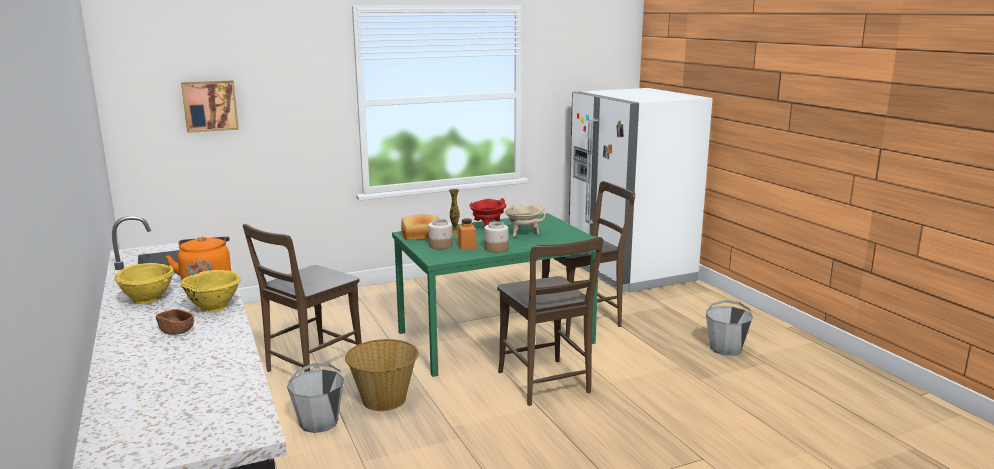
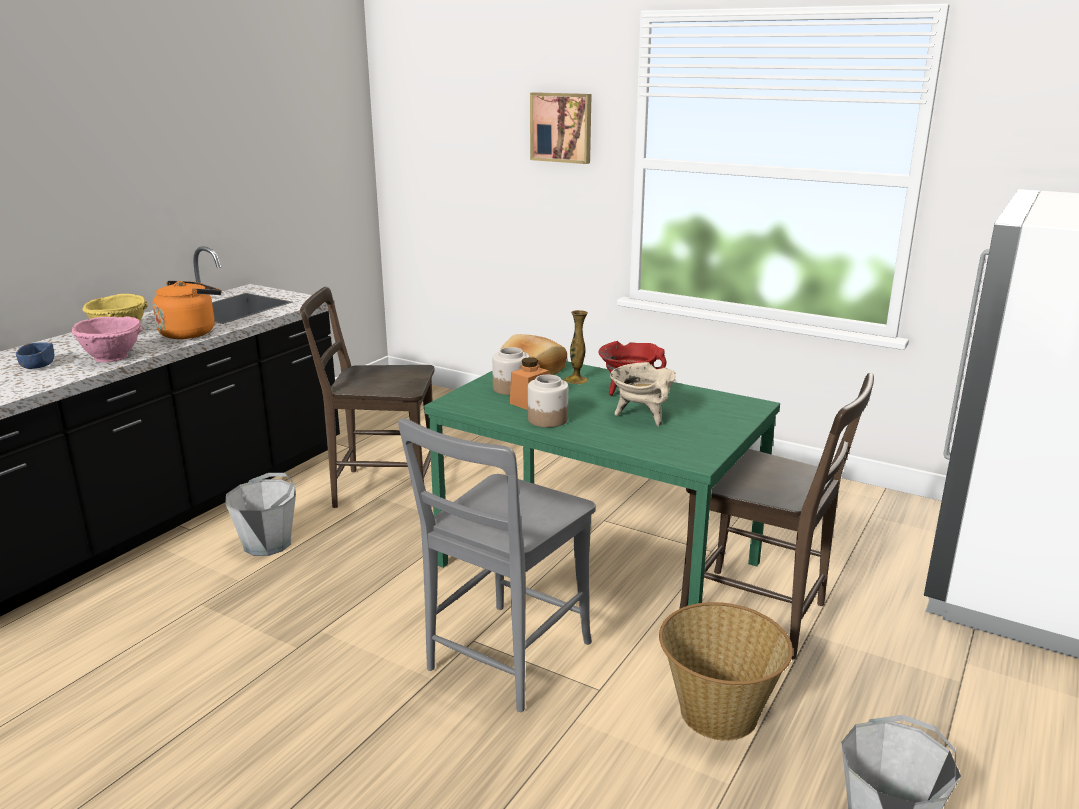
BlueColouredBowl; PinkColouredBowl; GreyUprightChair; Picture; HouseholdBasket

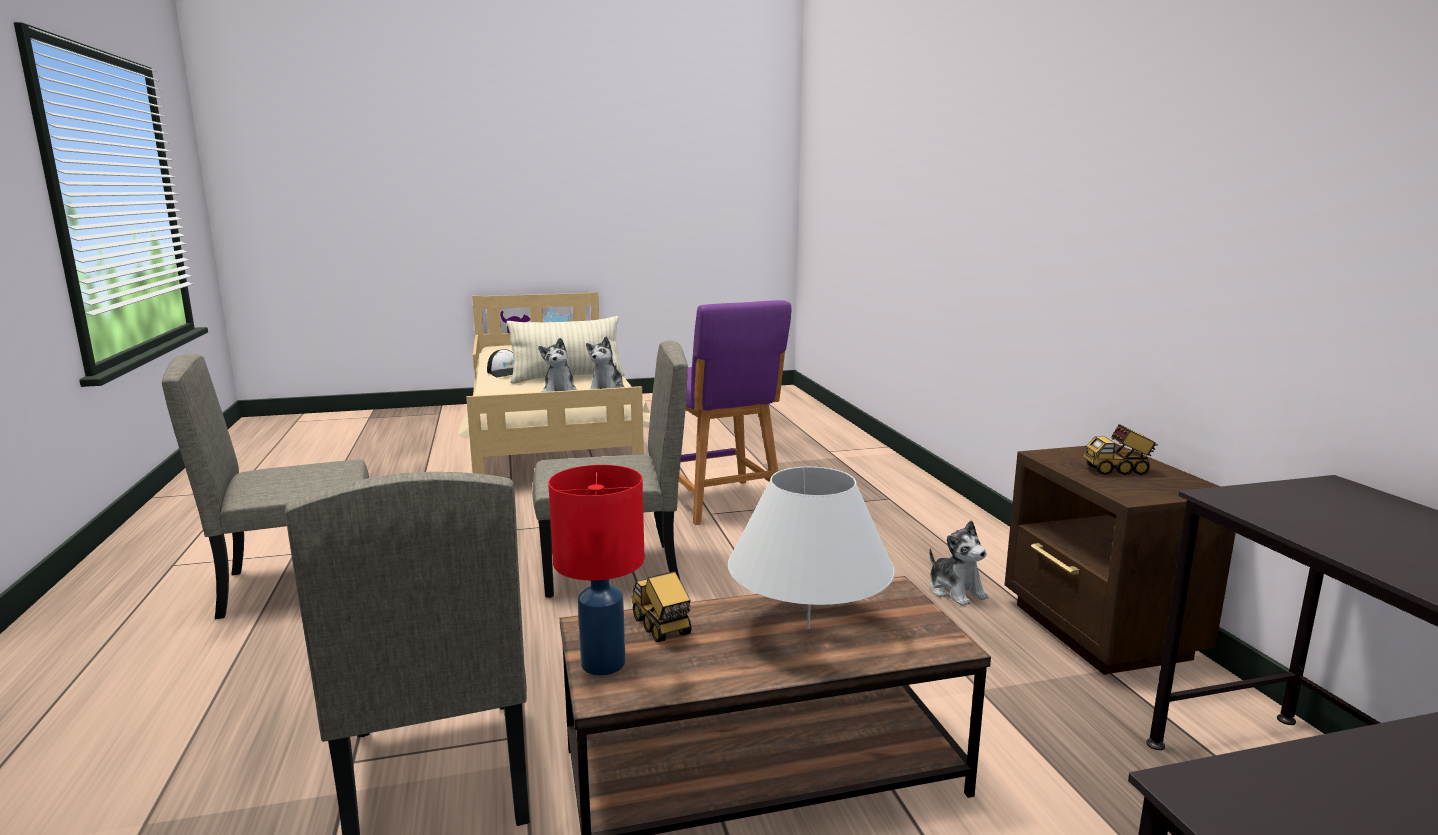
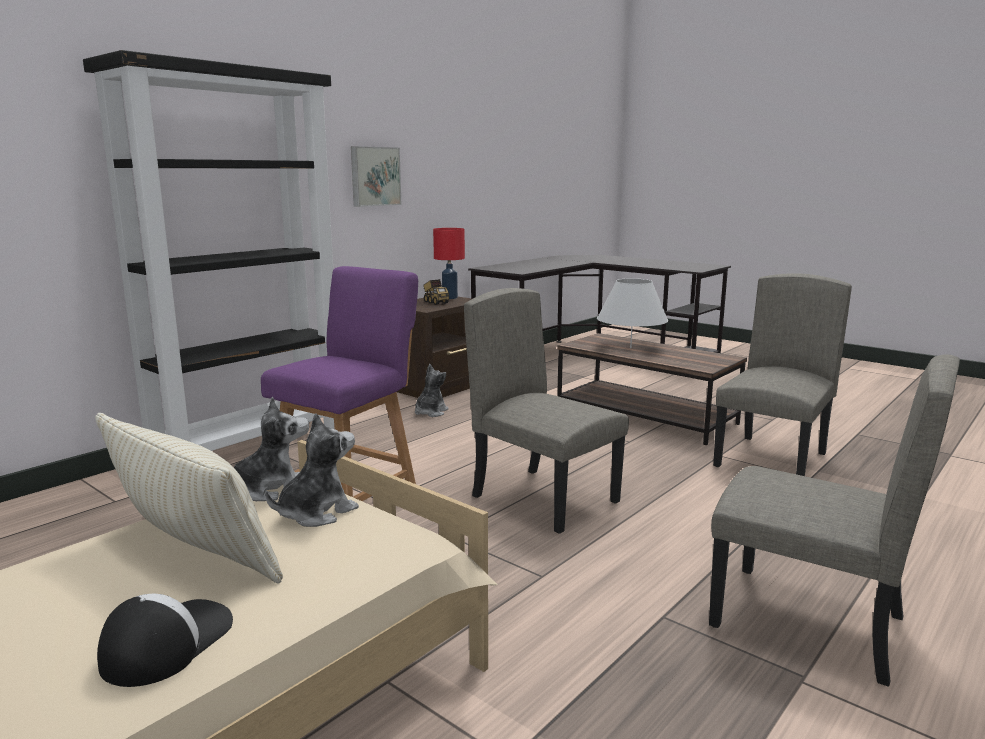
BlackColouredBookcase; Picture; ReddishTableLamp; ModelTruck (no. 1 from left in the first image)

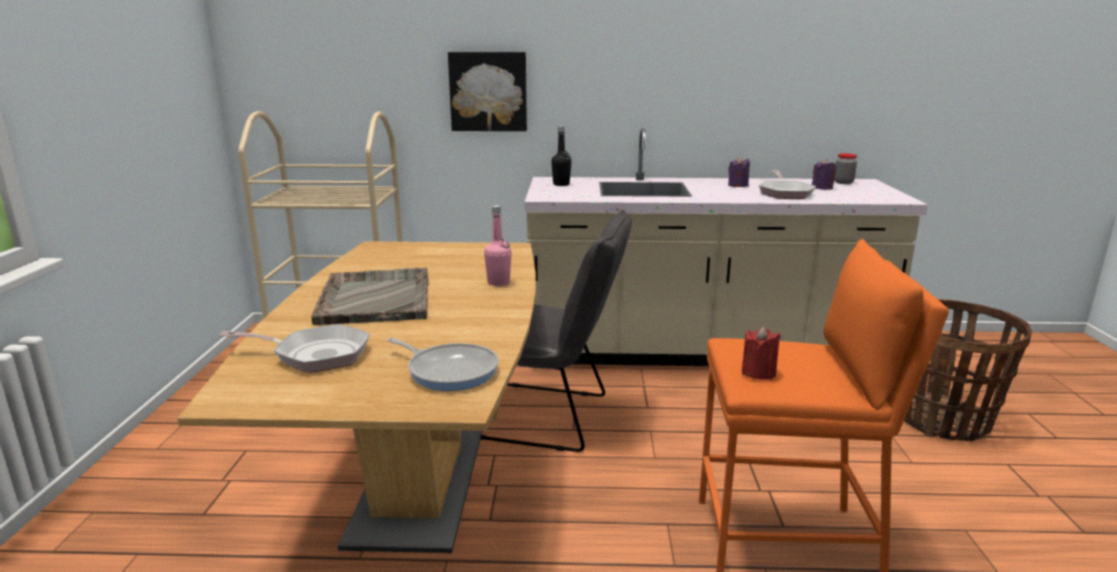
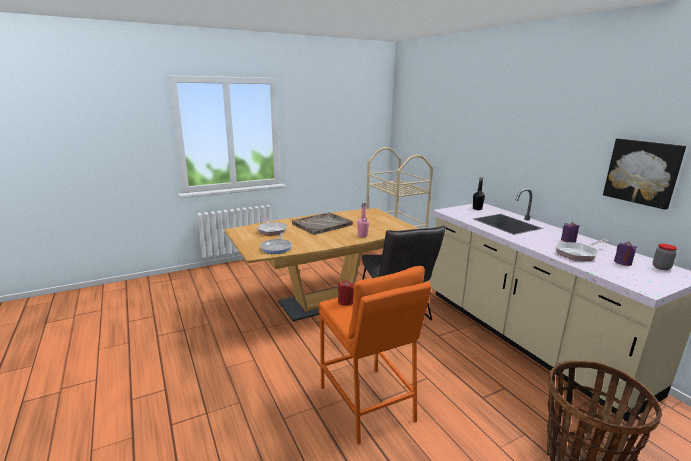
Picture

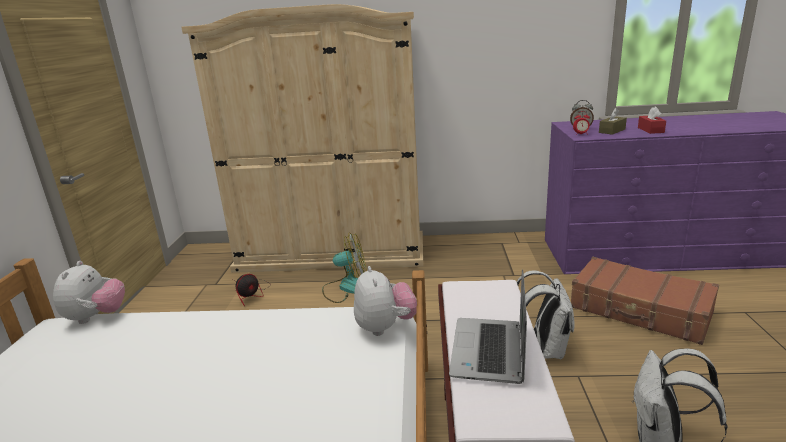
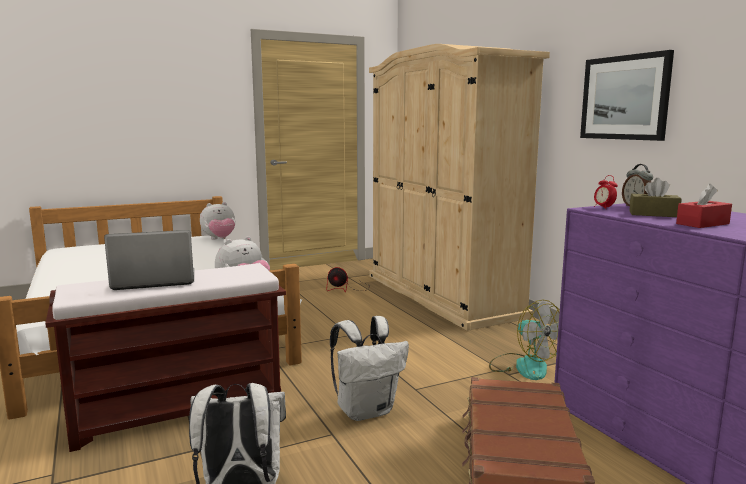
Fan (no. 2 from left); Picture

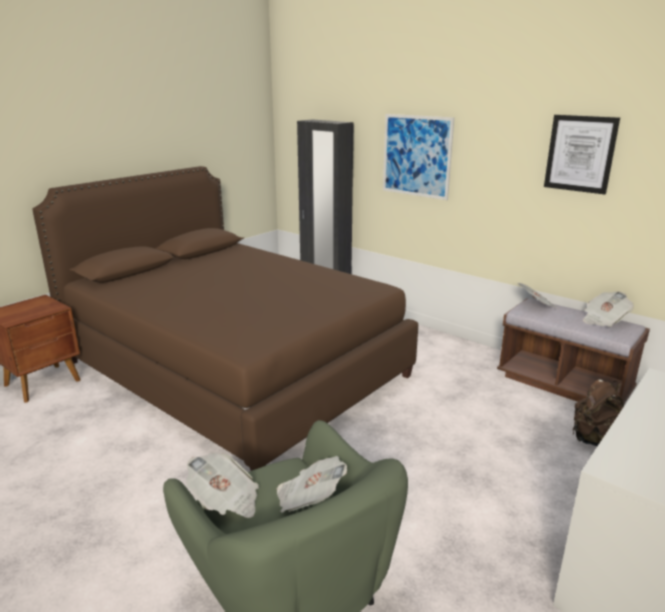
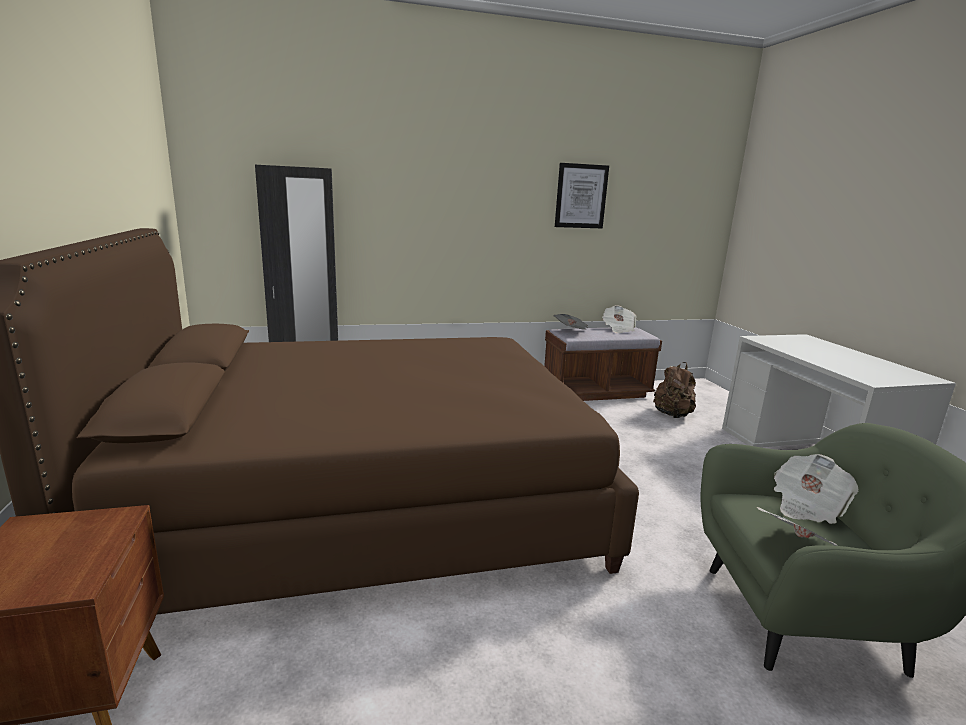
Picture (no. 1 from left in the first image)

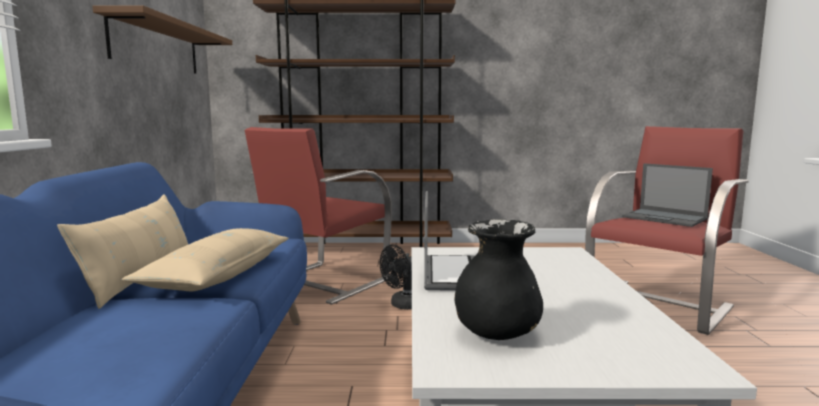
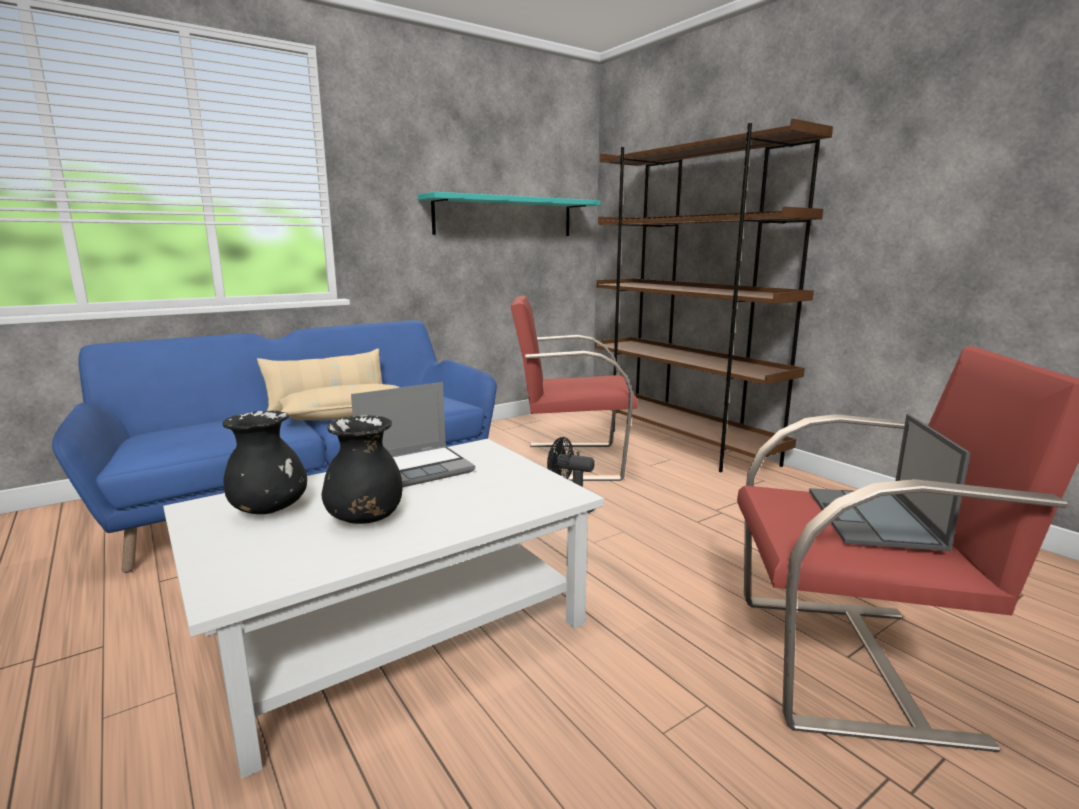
BlackColouredFlowerVase (no. 2 from left); TurquoiseColouredWallShelf

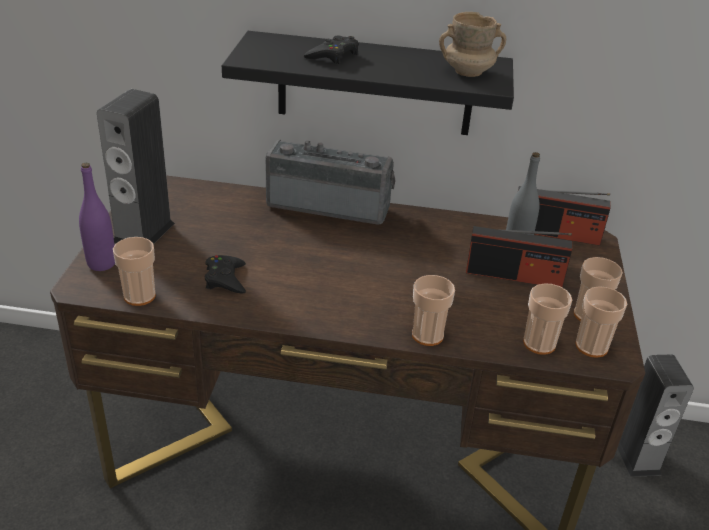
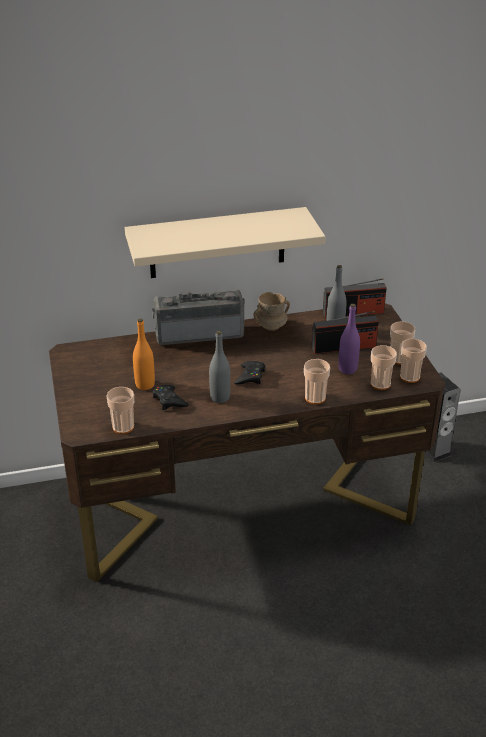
BeigeColouredWallShelf; OrangeyBeverageBottle; GreyBeverageBottle (no. 1 from left); BlackColouredJoypad (no. 2 from left); BeigeColouredMug; PurpleColouredBeverageBottle; Speaker (no. 1 from left in the first image)

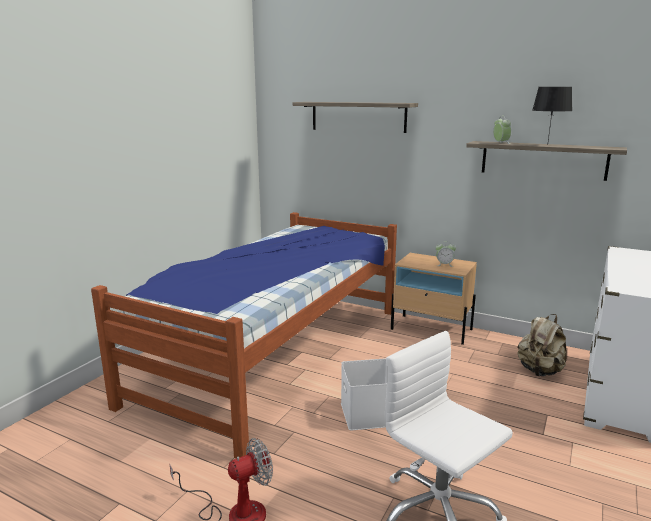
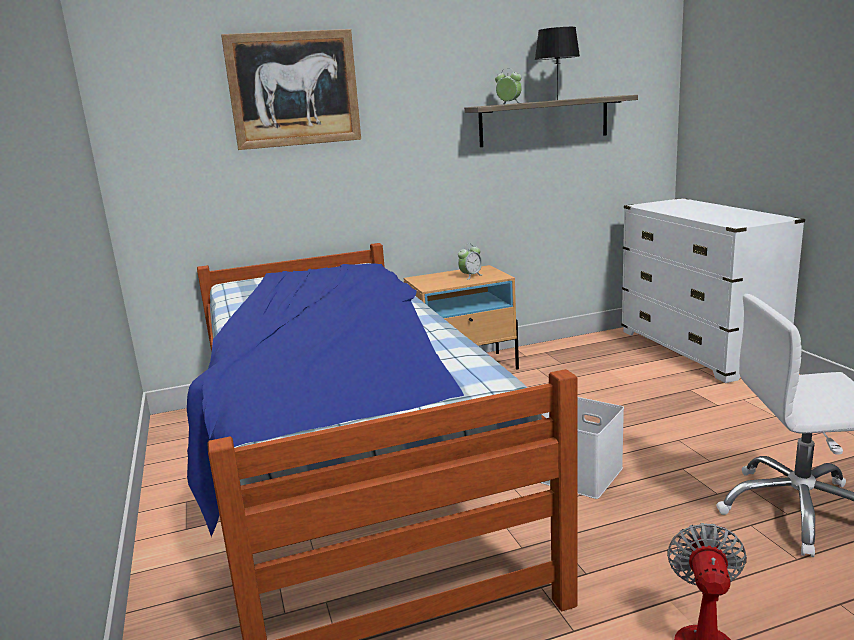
Picture; BeigeColouredBackpack

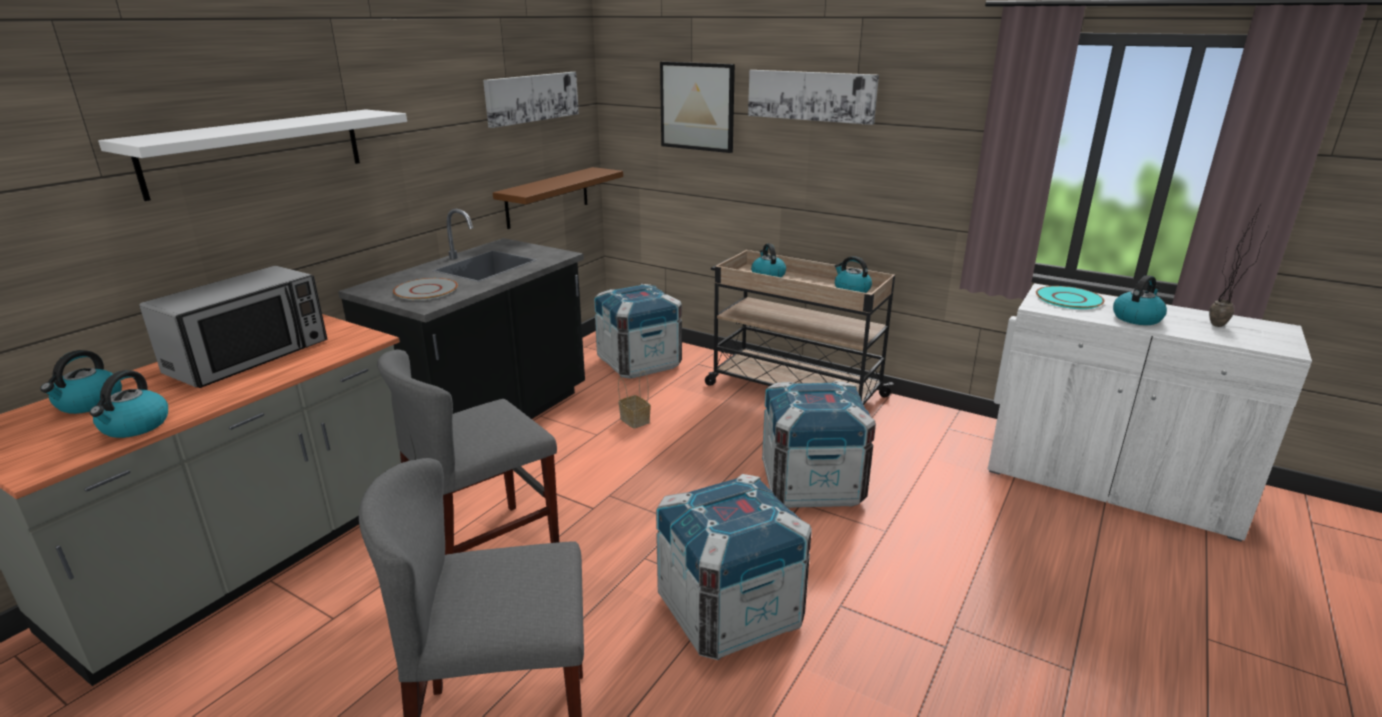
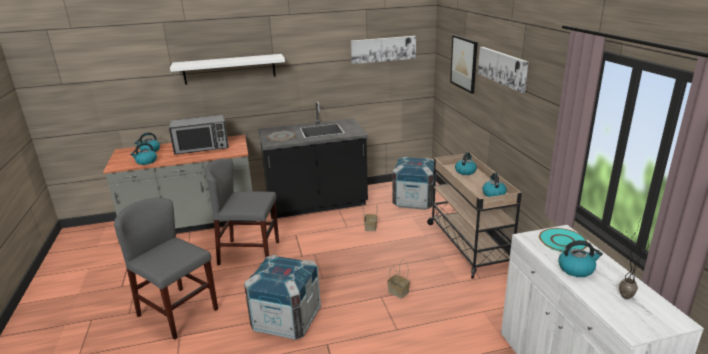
HouseholdBasket (no. 2 from left); BrownWallShelf

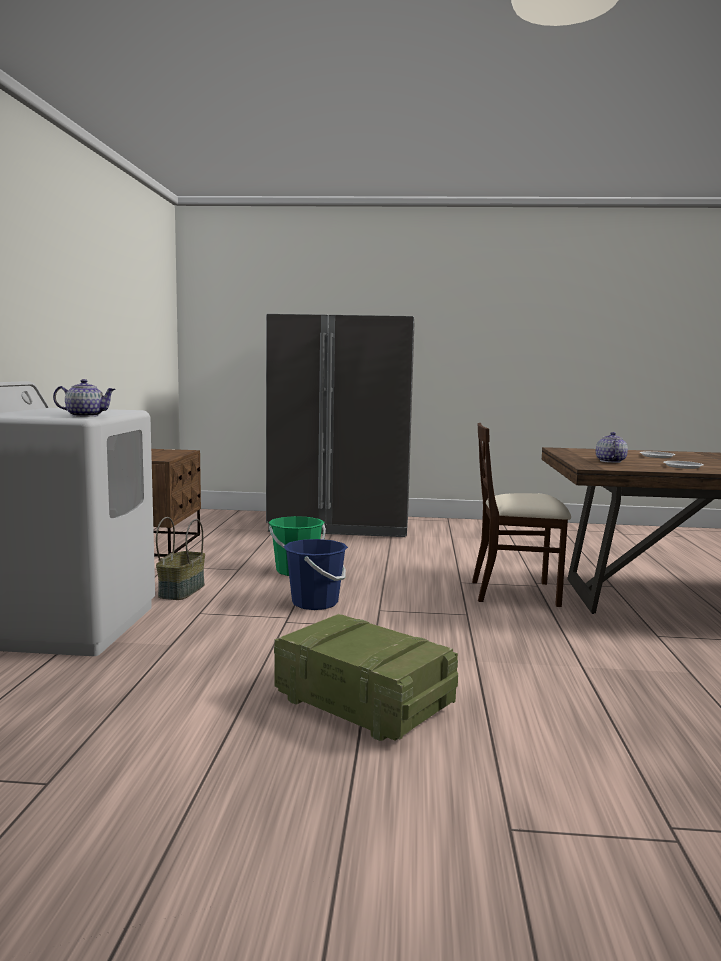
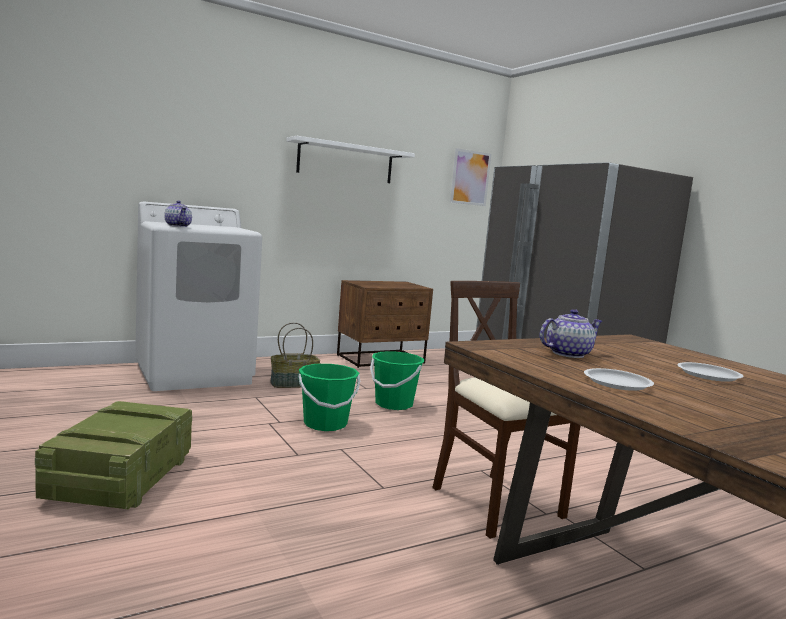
WhitishWallShelf; GreenWaterBucket (no. 1 from left); Picture

